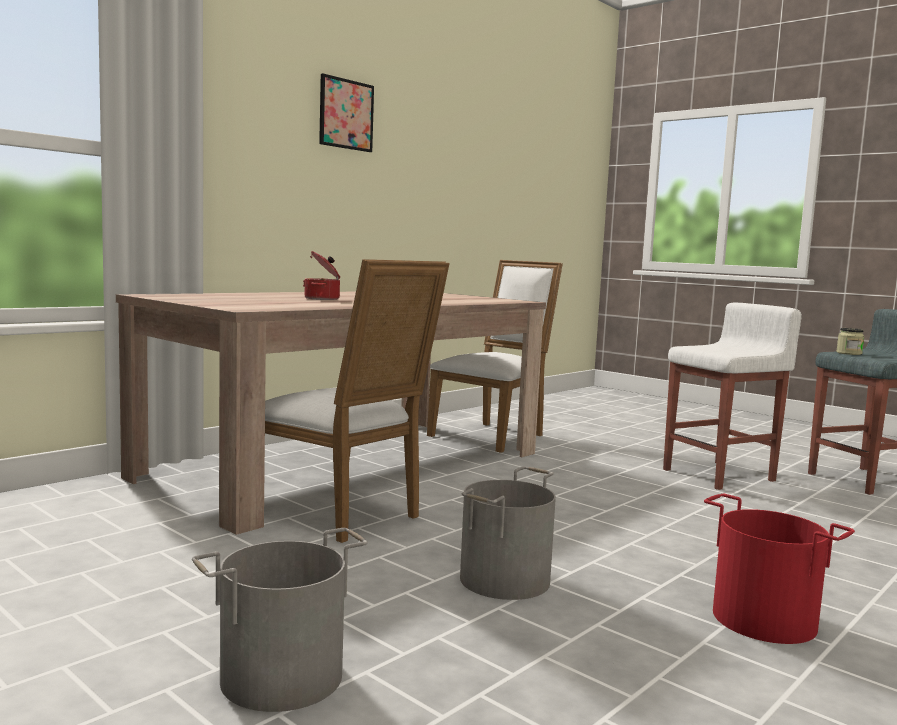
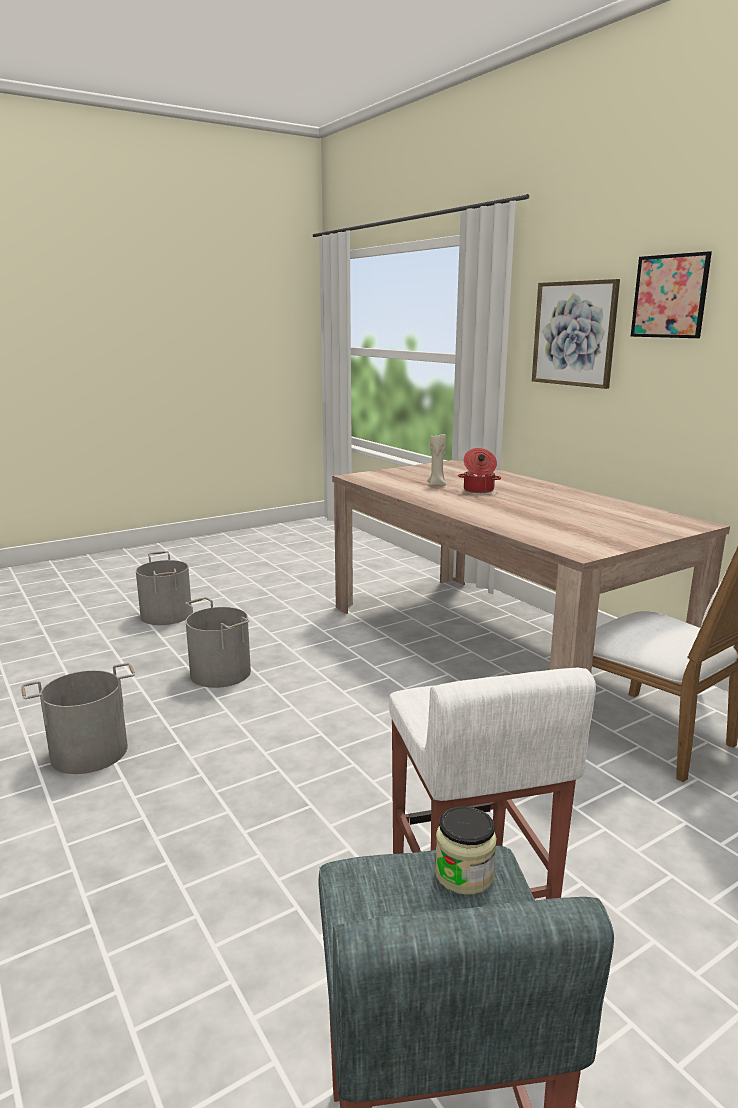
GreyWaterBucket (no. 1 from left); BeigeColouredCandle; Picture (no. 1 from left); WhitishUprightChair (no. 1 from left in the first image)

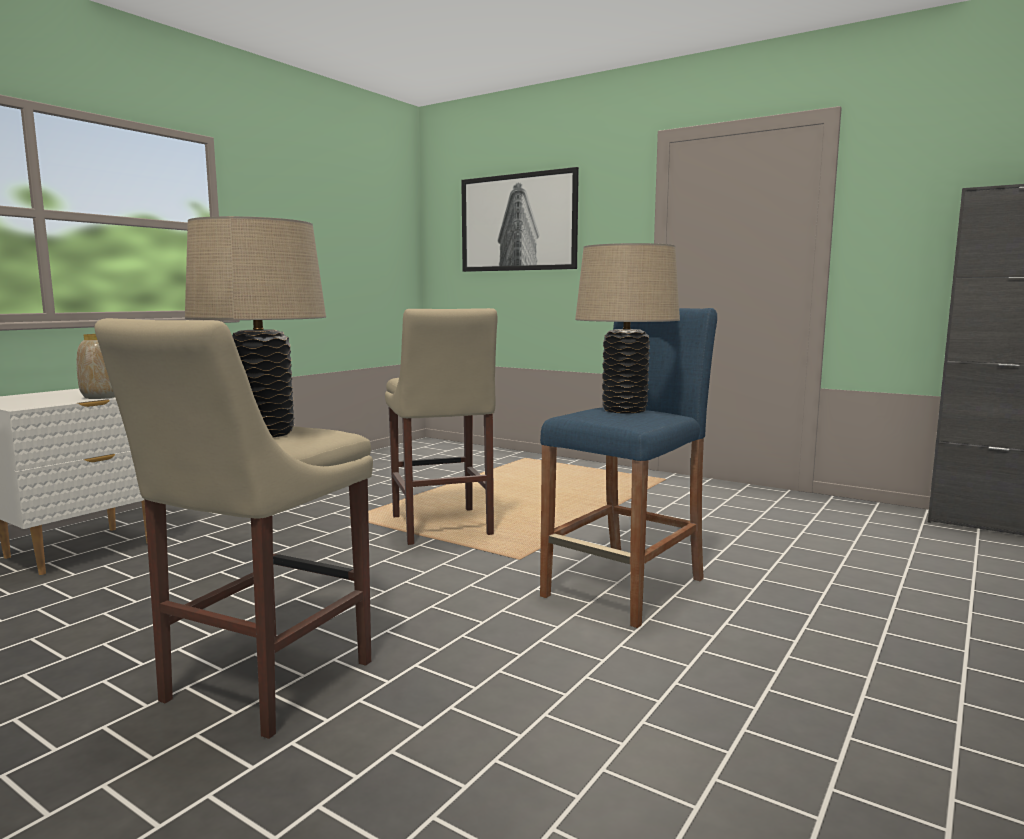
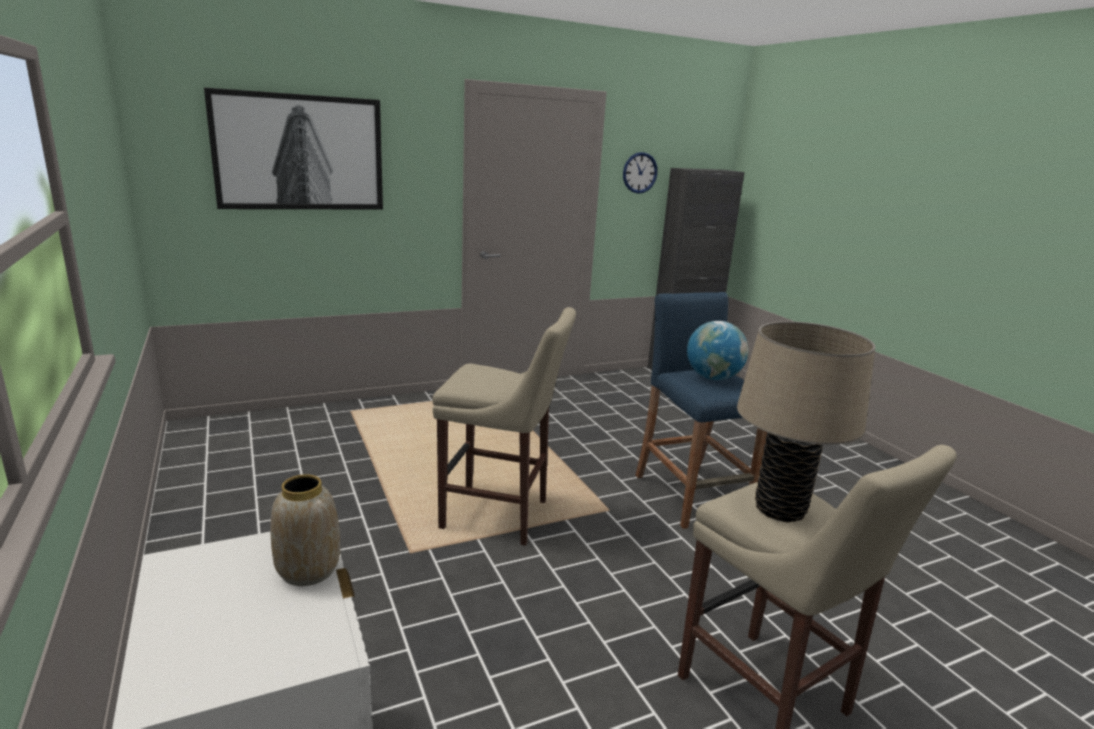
HangingClock; WorldGlobe

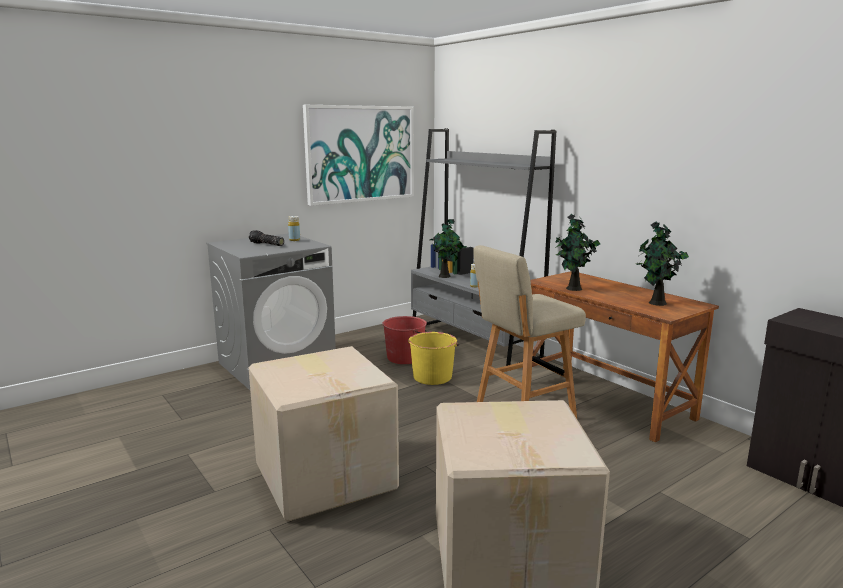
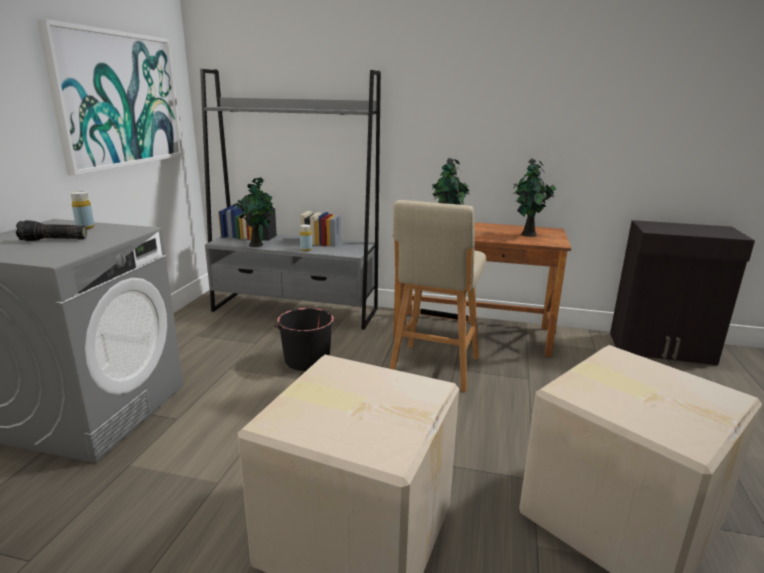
BlackColouredWaterBucket; ReddishWaterBucket

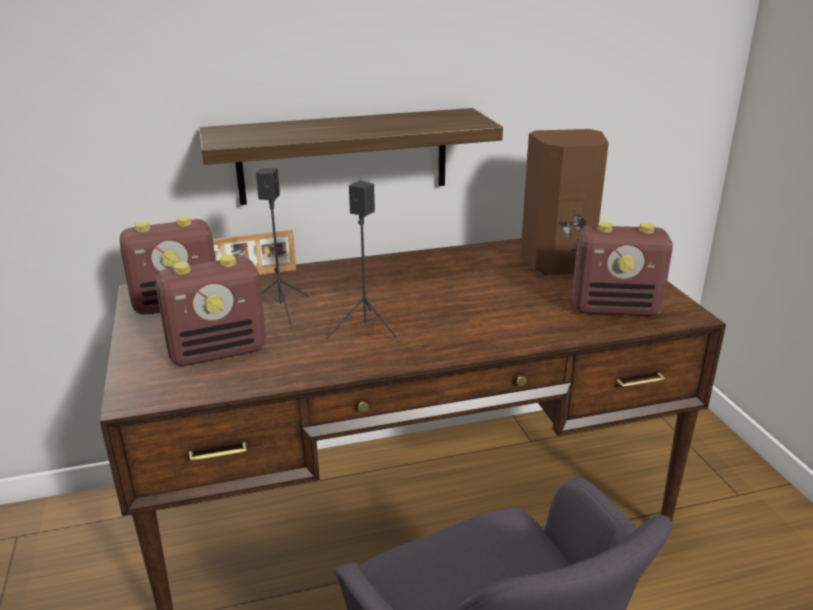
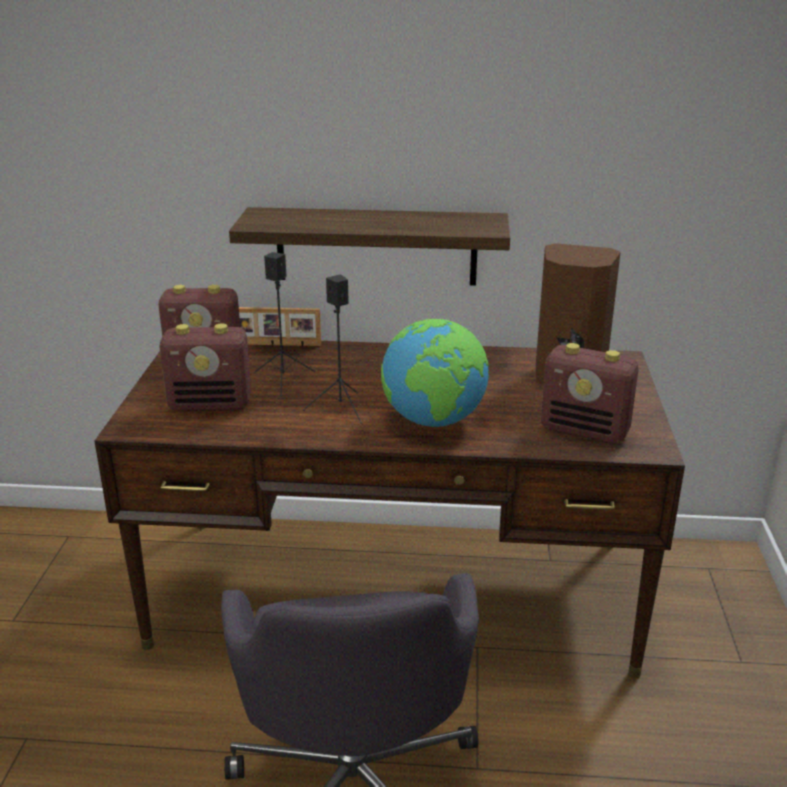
WorldGlobe

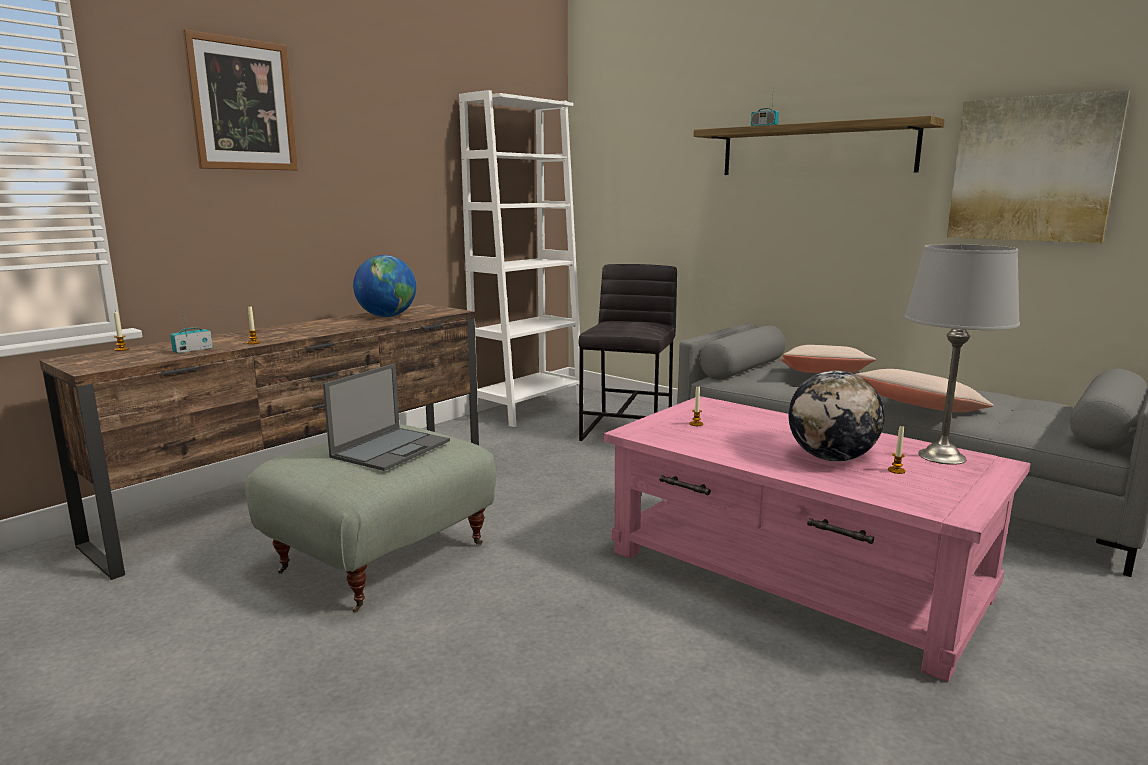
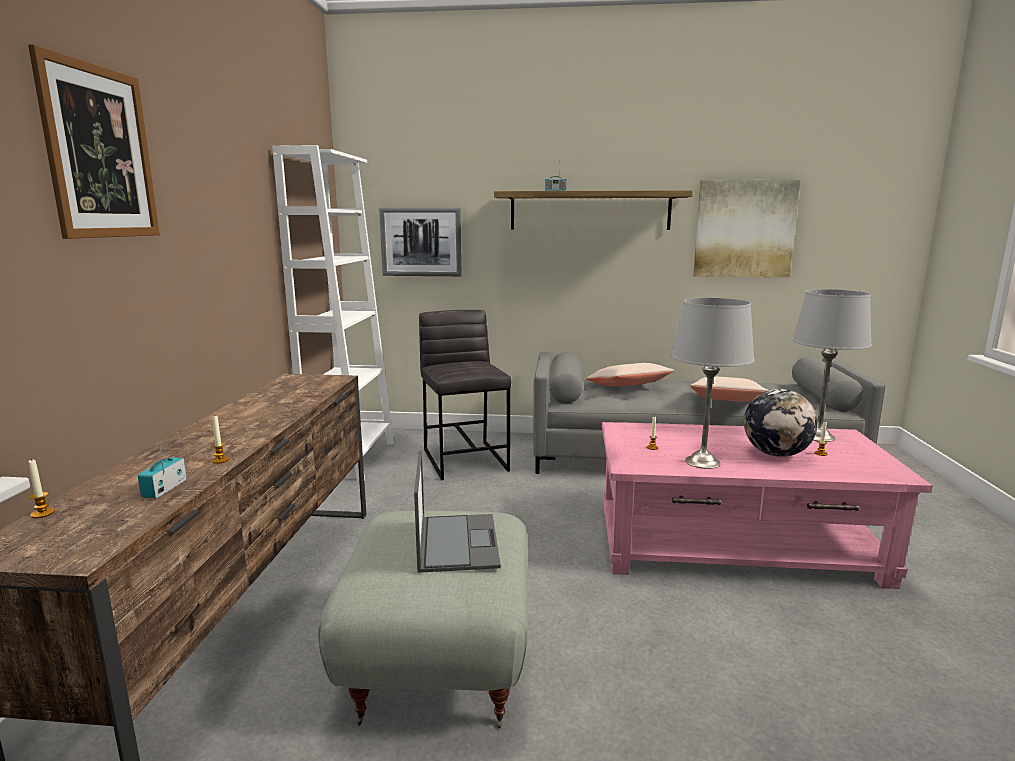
Picture (no. 2 from left); GreyTableLamp (no. 1 from left); WorldGlobe (no. 1 from left in the first image)

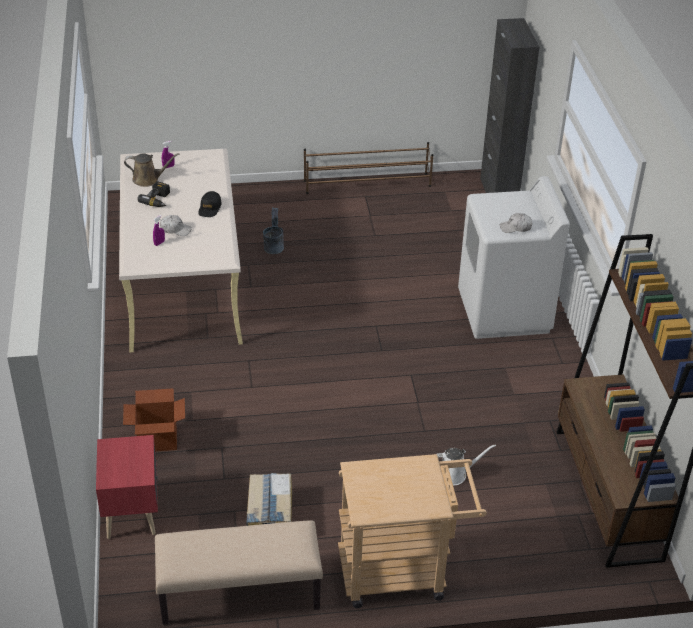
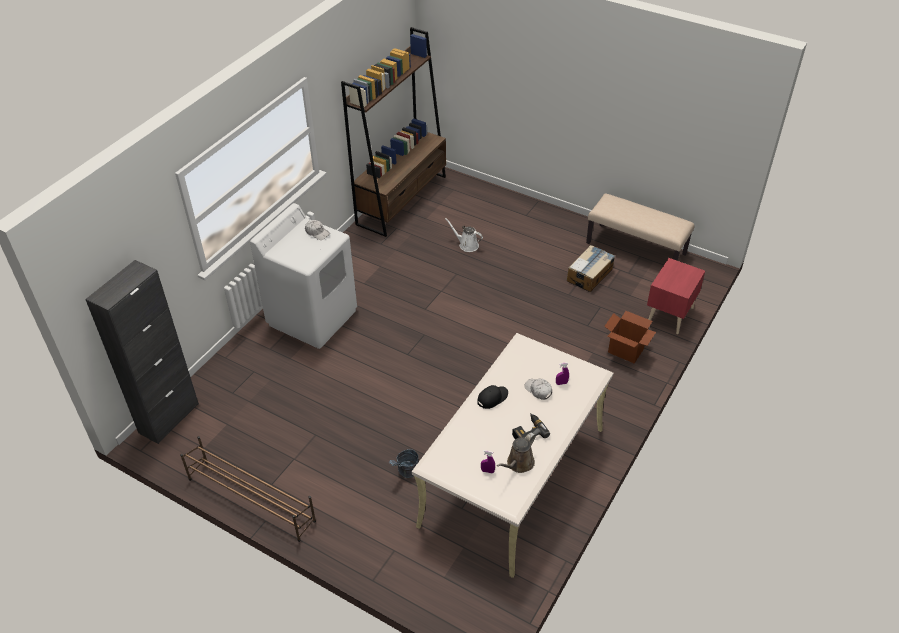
BrownWateringCan; BeigeColouredTrolley

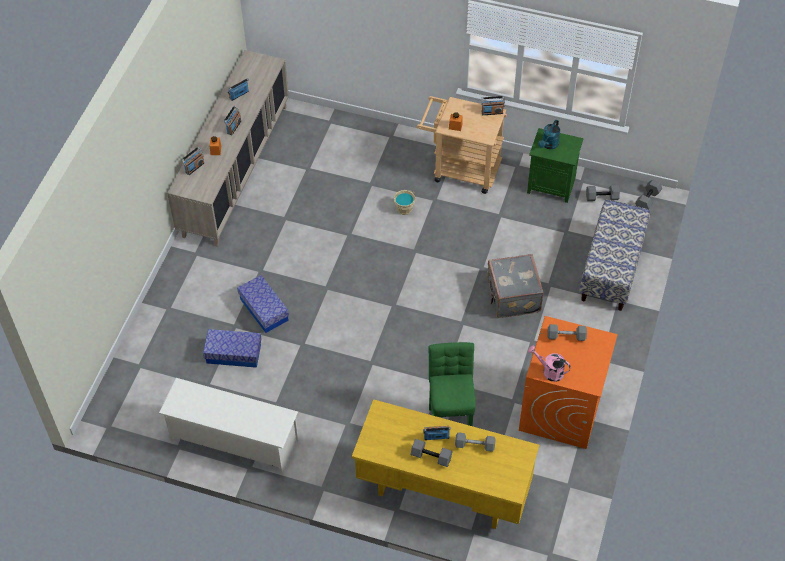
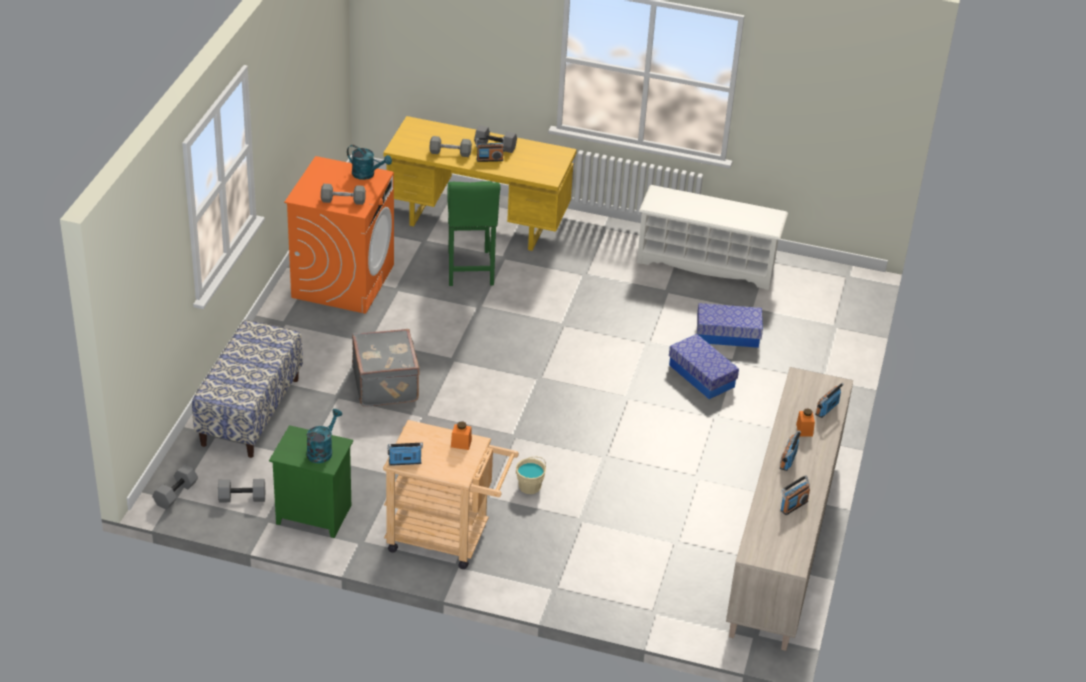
TurquoiseColouredWateringCan (no. 2 from left)

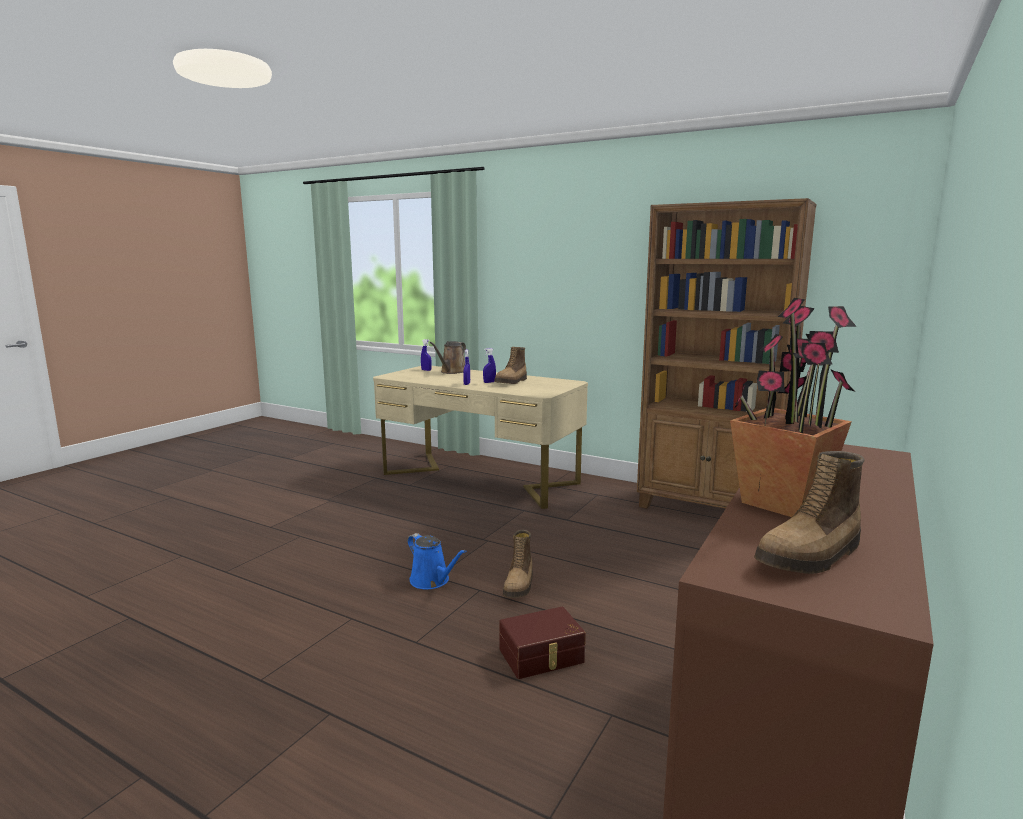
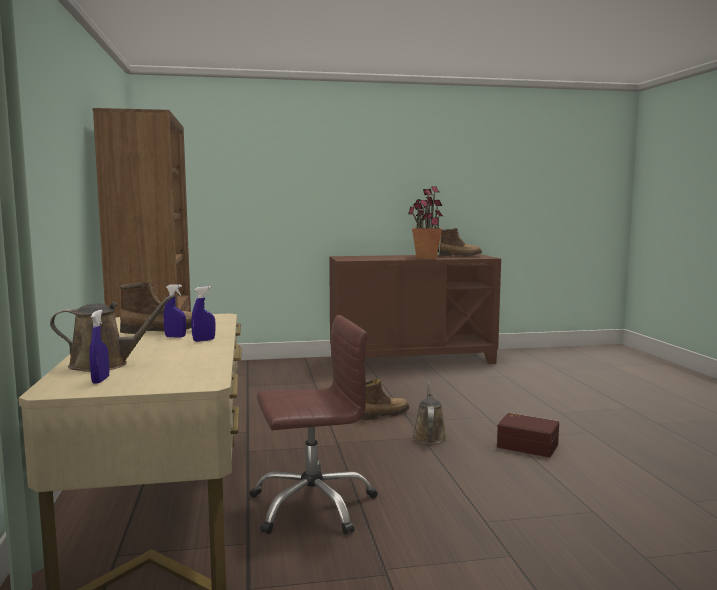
BrownOfficeChair; BrownWateringCan (no. 2 from left); BrownStorageBox

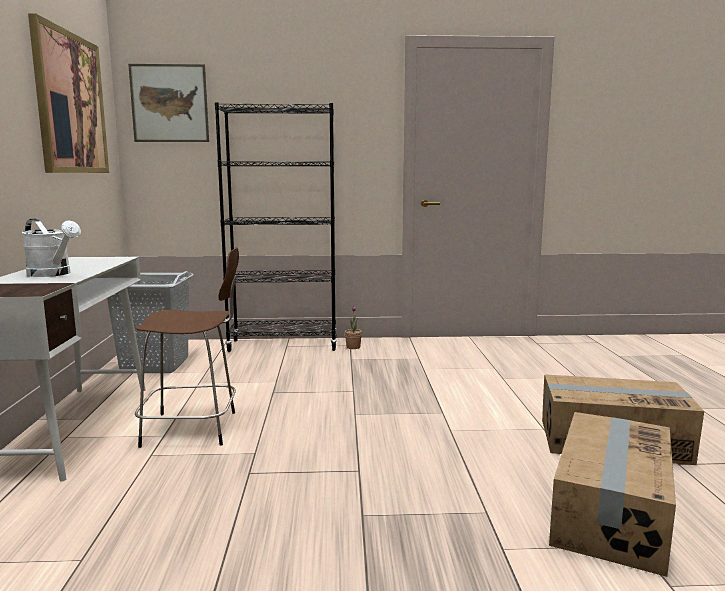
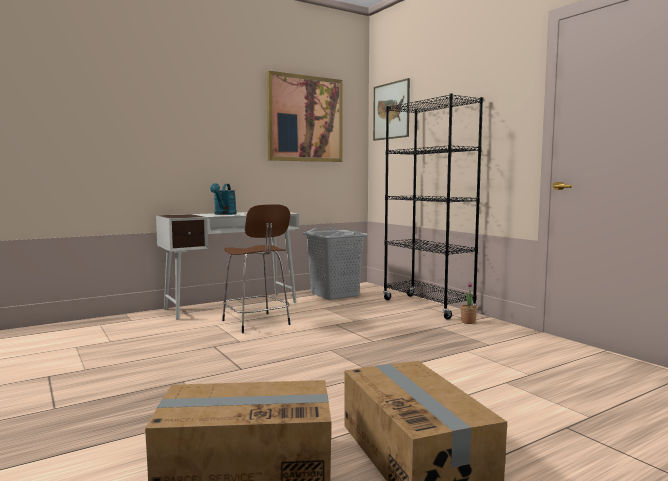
TurquoiseColouredWateringCan

